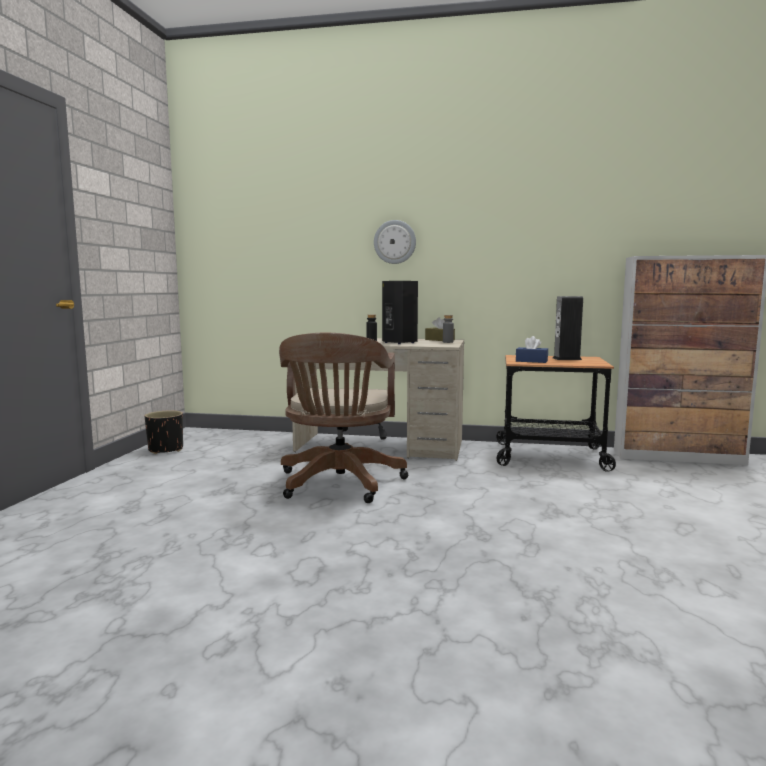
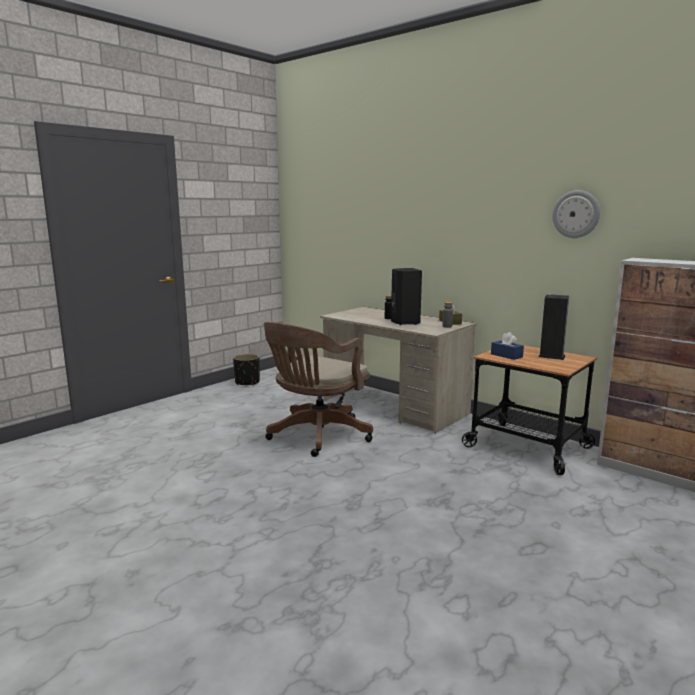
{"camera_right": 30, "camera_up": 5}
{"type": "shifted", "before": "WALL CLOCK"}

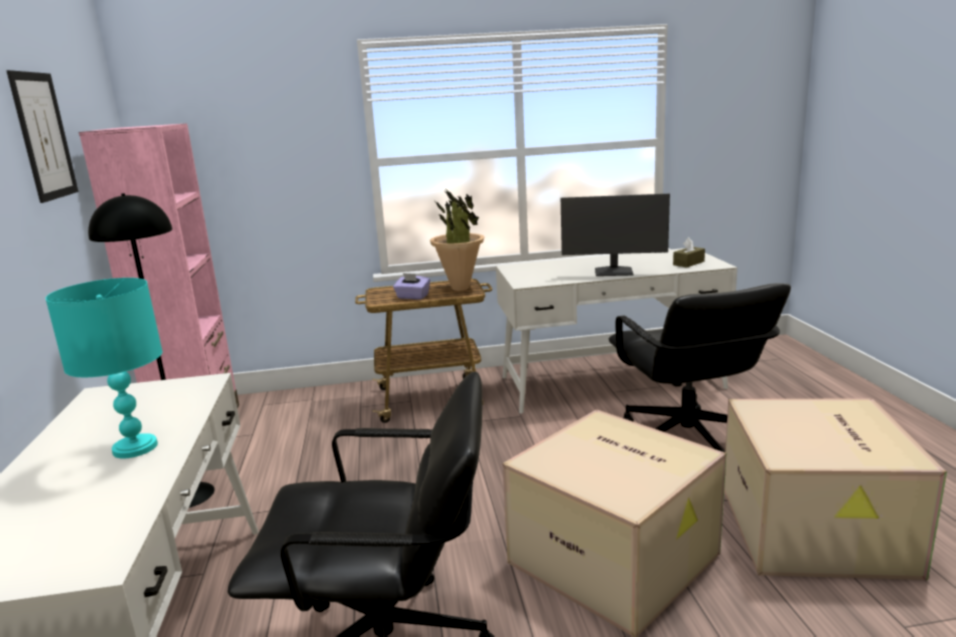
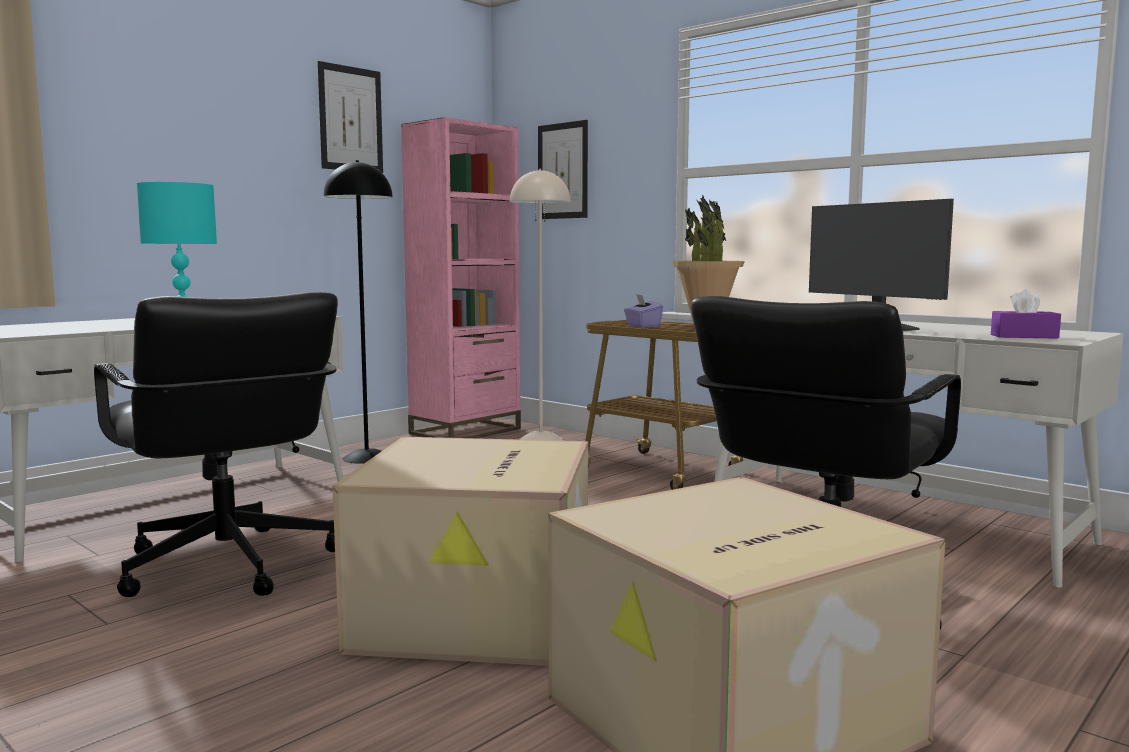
{"camera_right": 50, "camera_up": -10}
{"type": "new", "after": "BEIGE FLOOR LAMP"}
{"type": "new", "after": "PICTURE (no. 2 from left)"}
{"type": "repainted", "before": "BROWN TISSUE BOX", "after": "PURPLE TISSUE BOX (no. 2 from left)"}

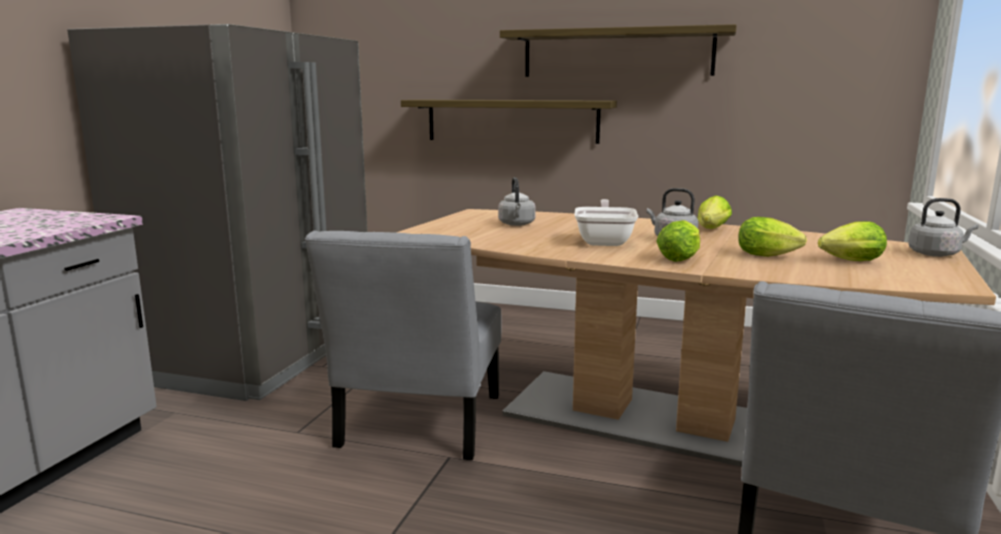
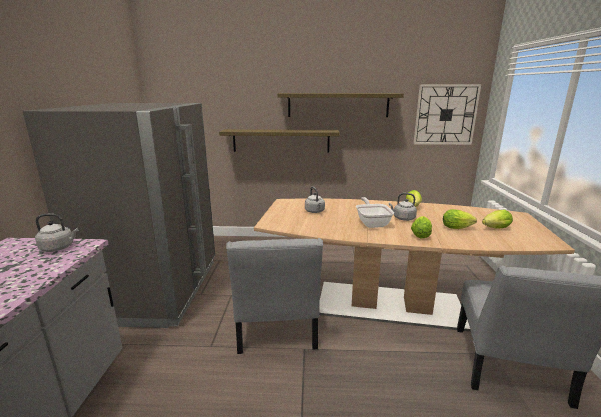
{"camera_right": -15, "camera_up": 5}
{"type": "shifted", "before": "GREY KETTLE (no. 3 from left in the first image)", "after": "GREY KETTLE (no. 1 from left)"}
{"type": "new", "after": "WALL CLOCK"}

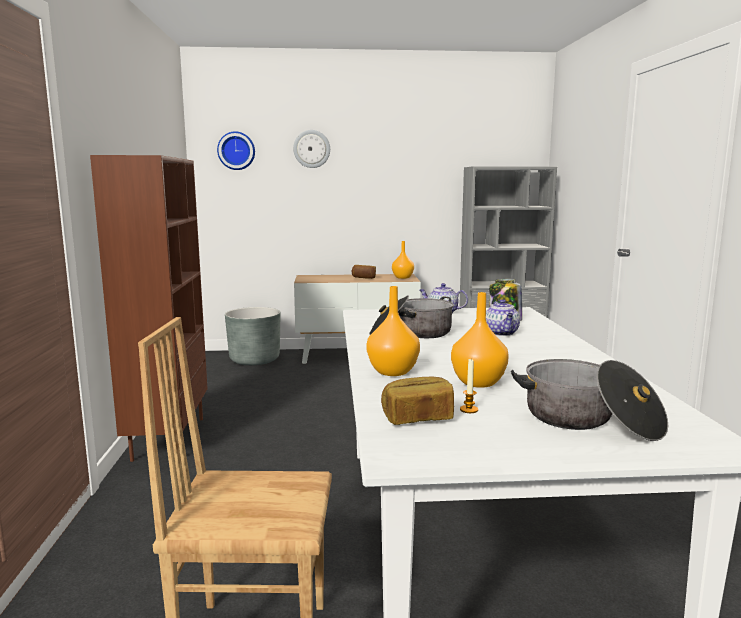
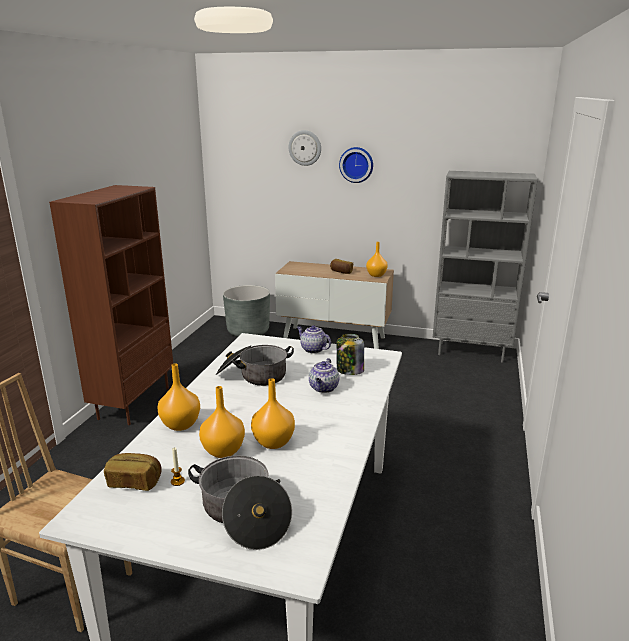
{"camera_right": 20, "camera_up": 10}
{"type": "new", "after": "ORANGE VASE (no. 3 from left)"}
{"type": "shifted", "before": "WALL CLOCK (no. 1 from left in the first image)", "after": "WALL CLOCK (no. 2 from left)"}

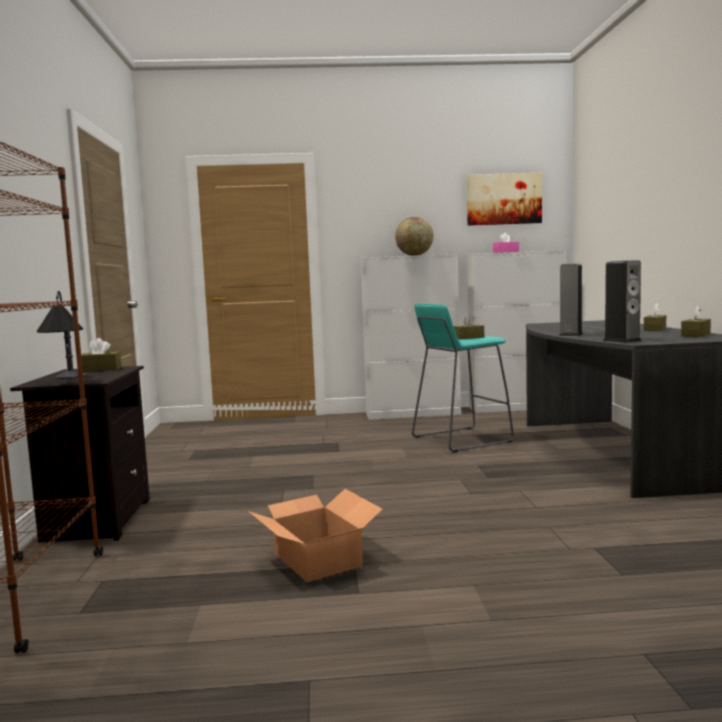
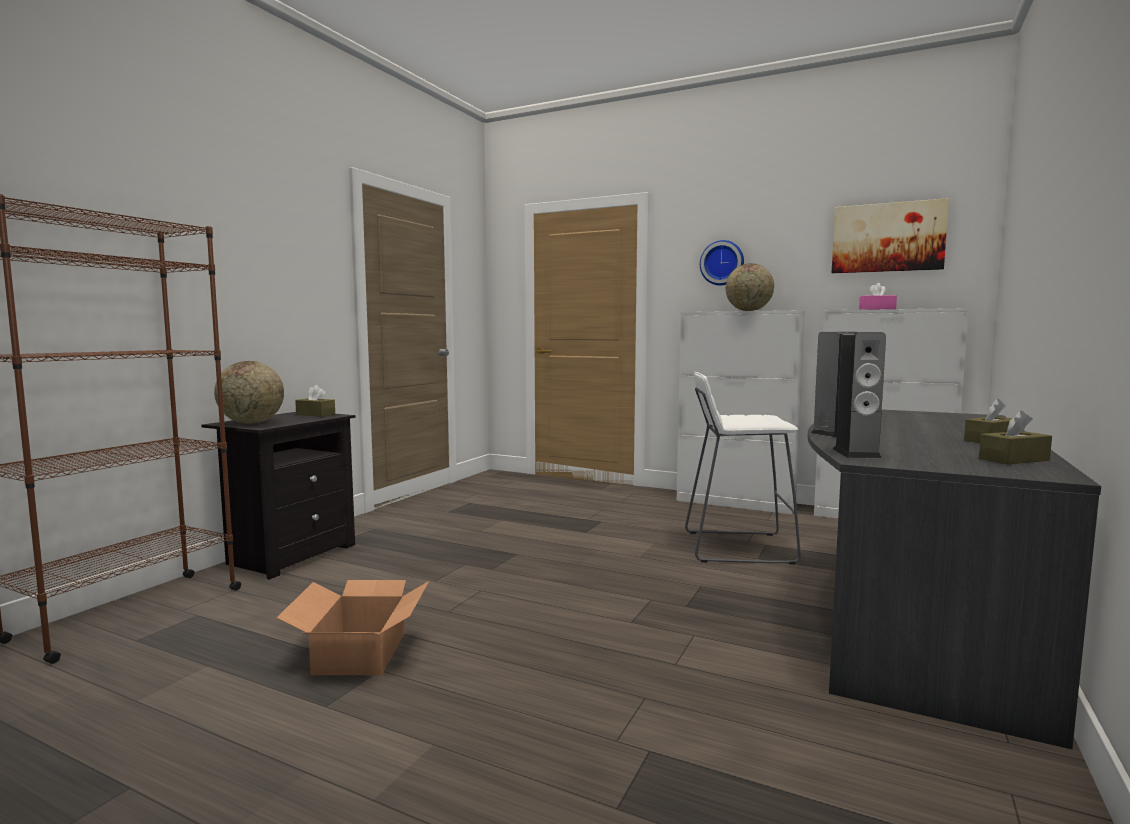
{"camera_right": 30, "camera_up": 0}
{"type": "swapped", "before": "TABLE LAMP", "after": "GLOBE (no. 1 from left)"}
{"type": "repainted", "before": "TURQUOISE STOOL", "after": "WHITE STOOL"}
{"type": "new", "after": "WALL CLOCK"}
{"type": "gone", "before": "BROWN TISSUE BOX (no. 2 from left)"}

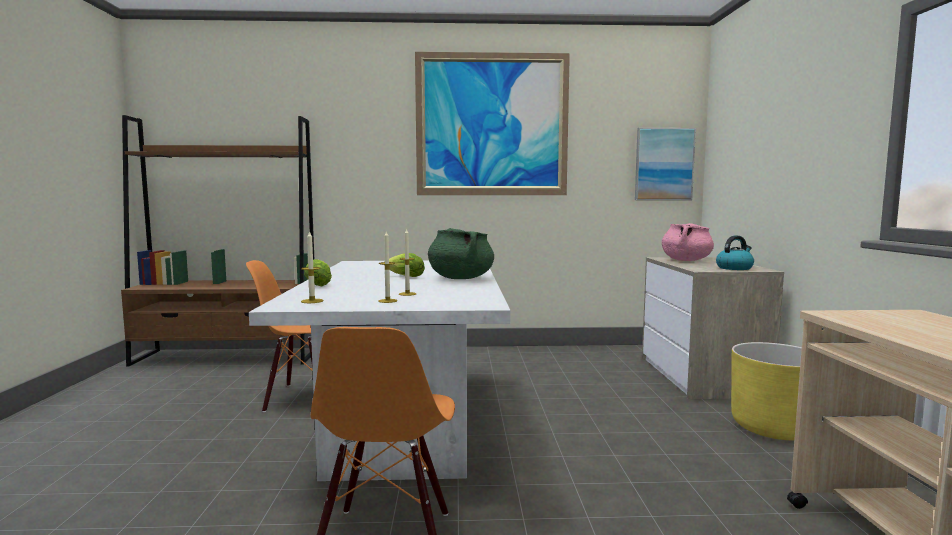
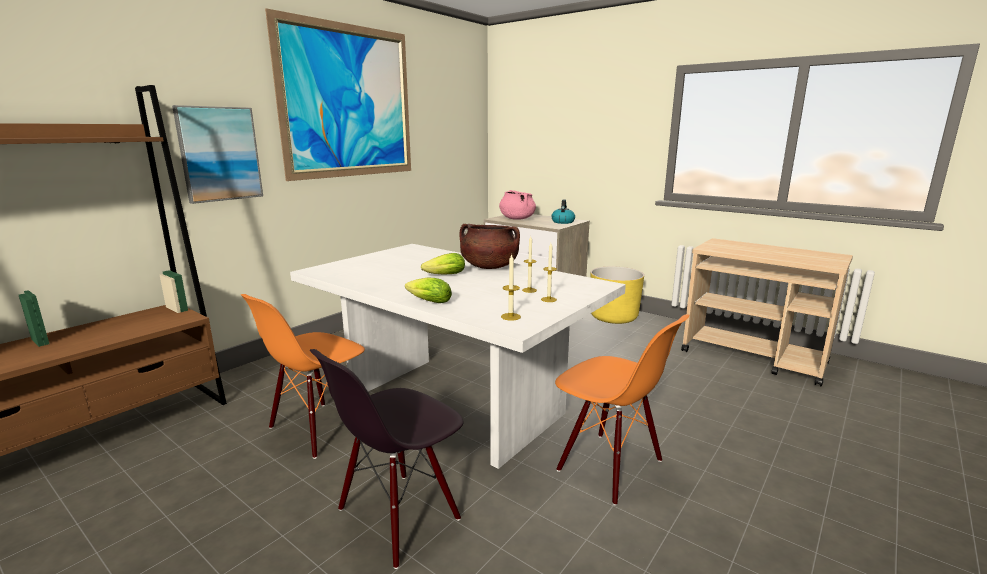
{"camera_right": -50, "camera_up": 10}
{"type": "shifted", "before": "PICTURE (no. 2 from left in the first image)", "after": "PICTURE (no. 1 from left)"}
{"type": "new", "after": "BLACK CHAIR"}
{"type": "repainted", "before": "GREEN COOKING POT", "after": "BROWN COOKING POT"}

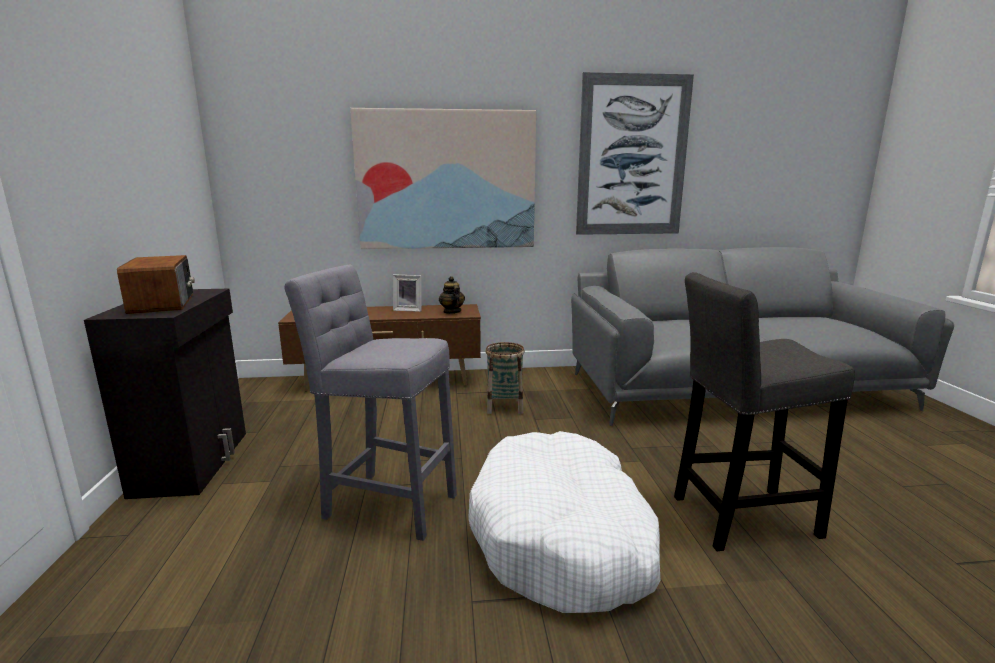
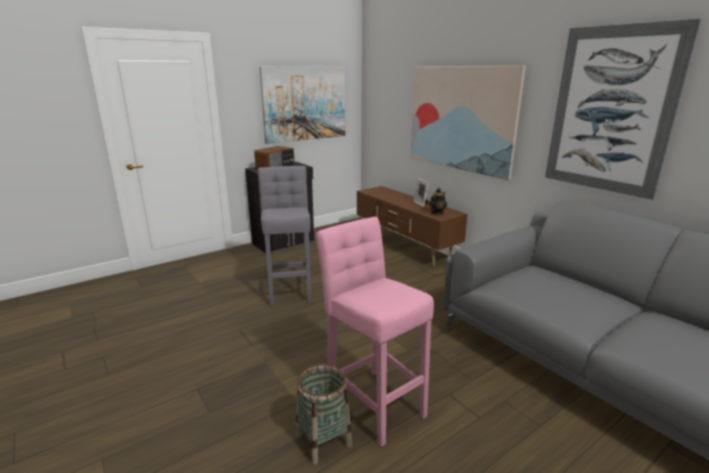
{"camera_right": 60, "camera_up": 5}
{"type": "new", "after": "PICTURE (no. 1 from left)"}
{"type": "shifted", "before": "BASKET"}
{"type": "repainted", "before": "GREY STOOL (no. 2 from left)", "after": "PINK STOOL"}
{"type": "gone", "before": "WHITE DOG BED"}

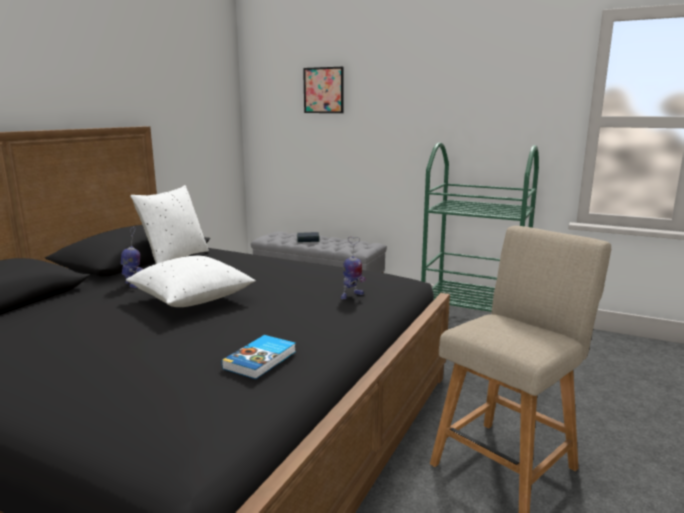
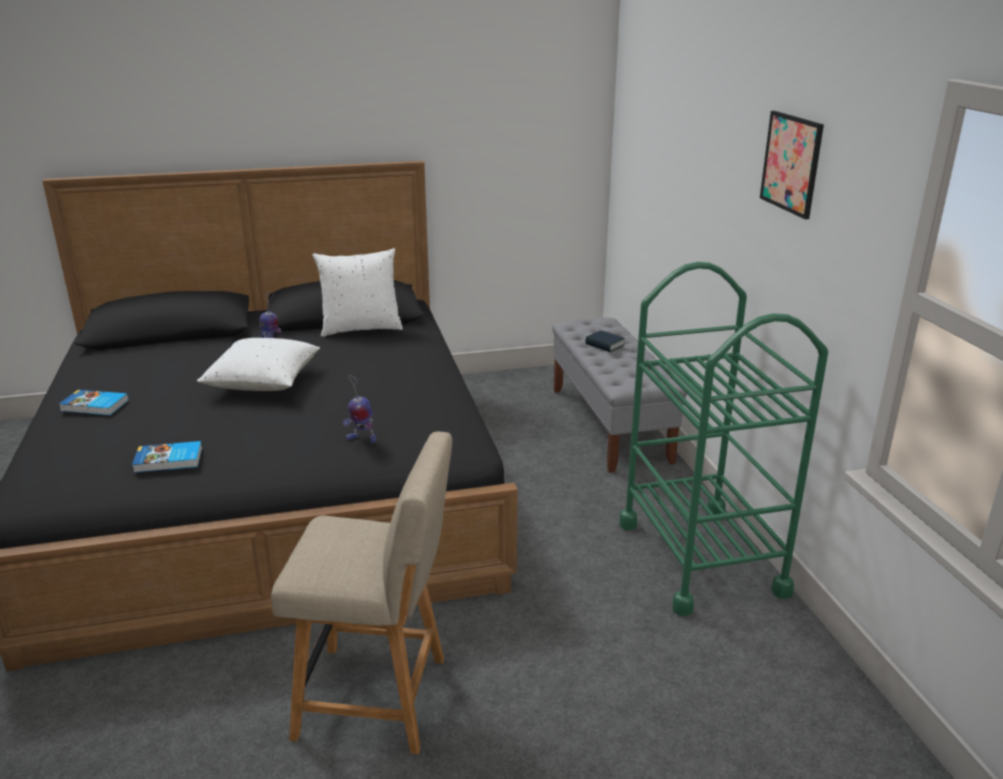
{"camera_right": 50, "camera_up": 10}
{"type": "new", "after": "BOOK (no. 1 from left)"}
{"type": "shifted", "before": "PICTURE"}

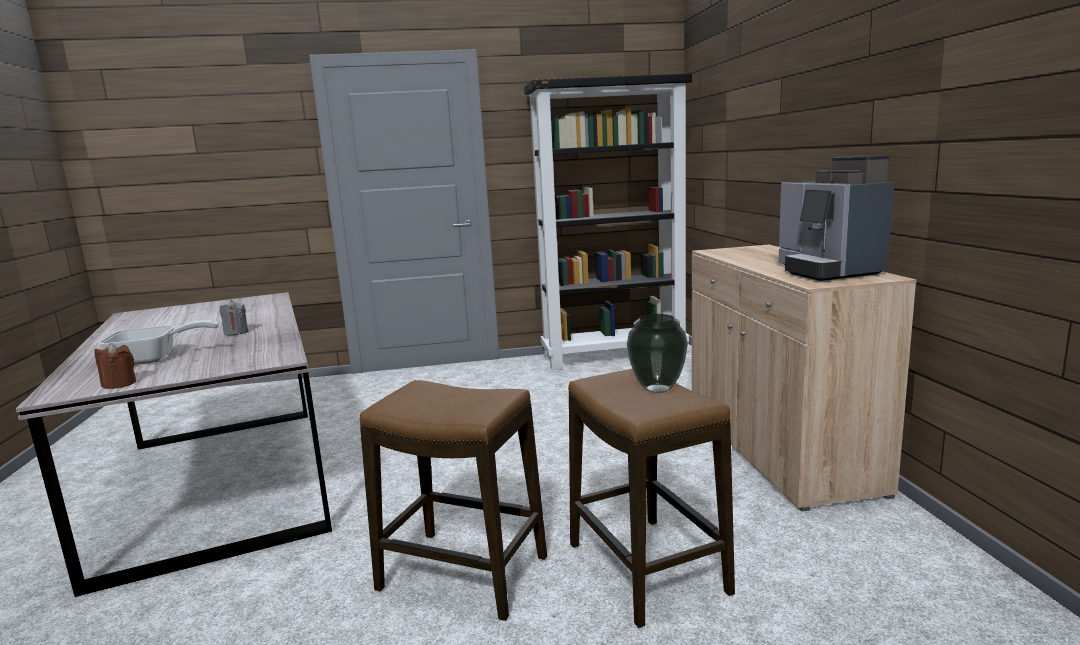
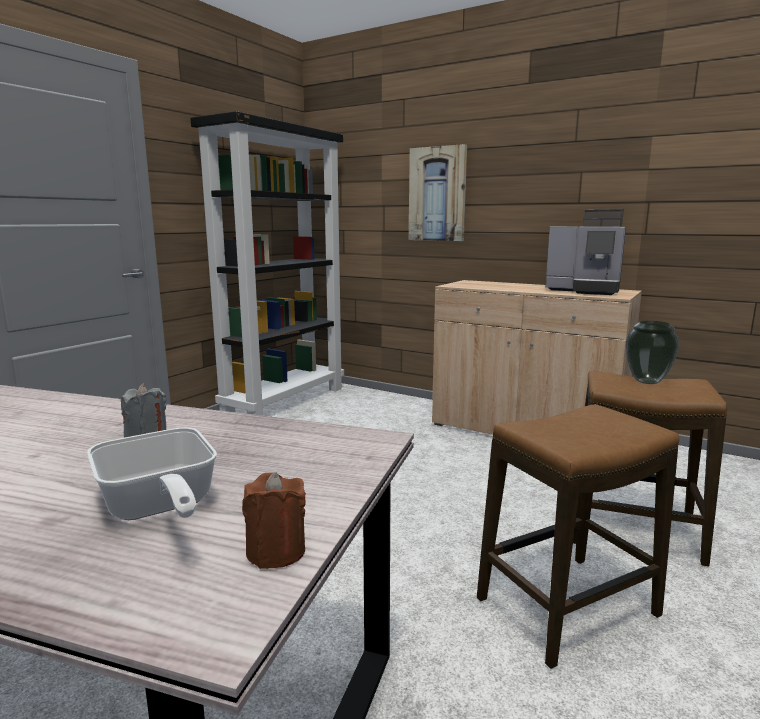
{"camera_right": -50, "camera_up": 0}
{"type": "rotated", "before": "FRYING PAN", "turn": 120}
{"type": "new", "after": "PICTURE"}

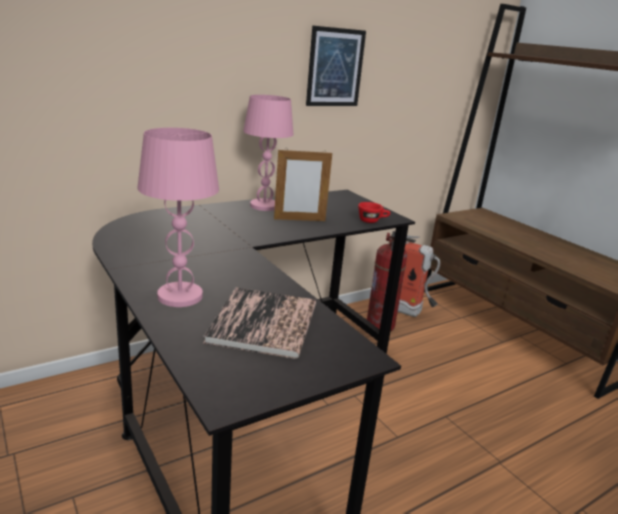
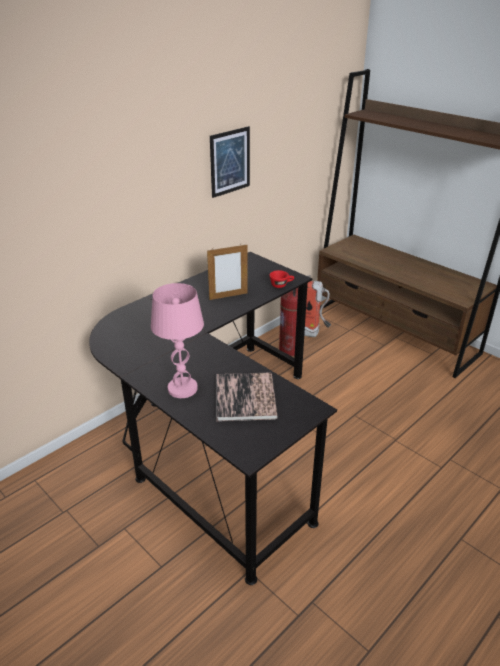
{"camera_right": -10, "camera_up": 10}
{"type": "gone", "before": "PINK TABLE LAMP (no. 2 from left)"}

